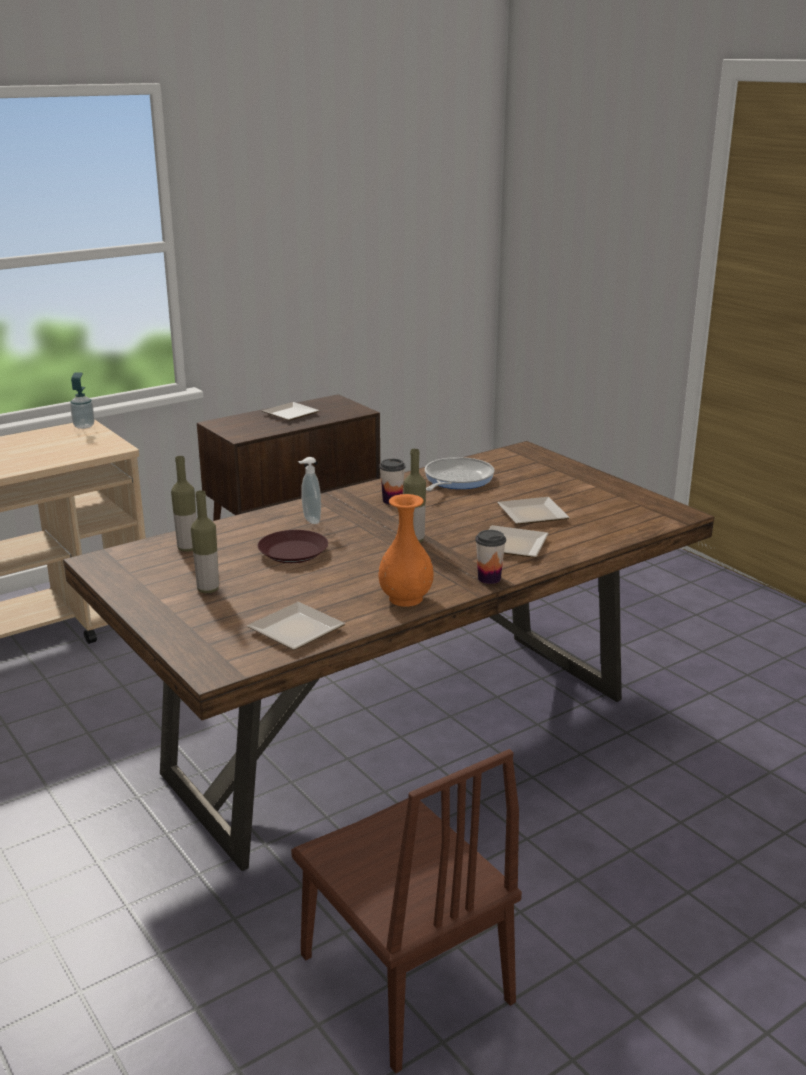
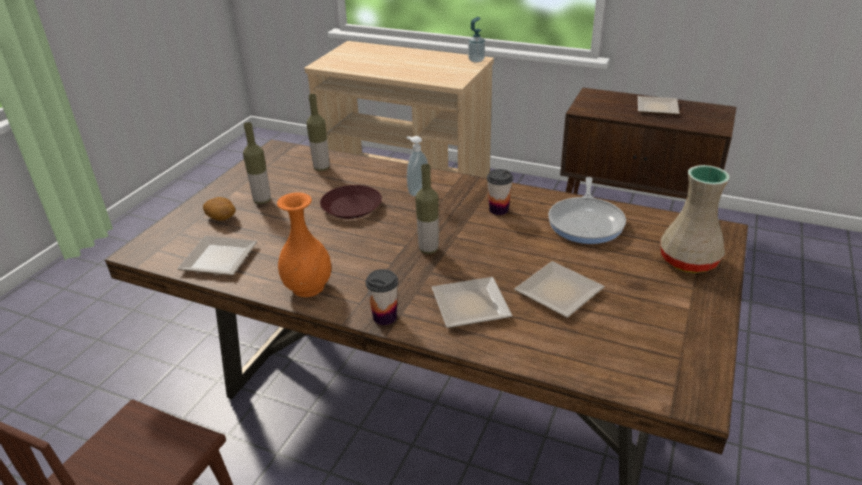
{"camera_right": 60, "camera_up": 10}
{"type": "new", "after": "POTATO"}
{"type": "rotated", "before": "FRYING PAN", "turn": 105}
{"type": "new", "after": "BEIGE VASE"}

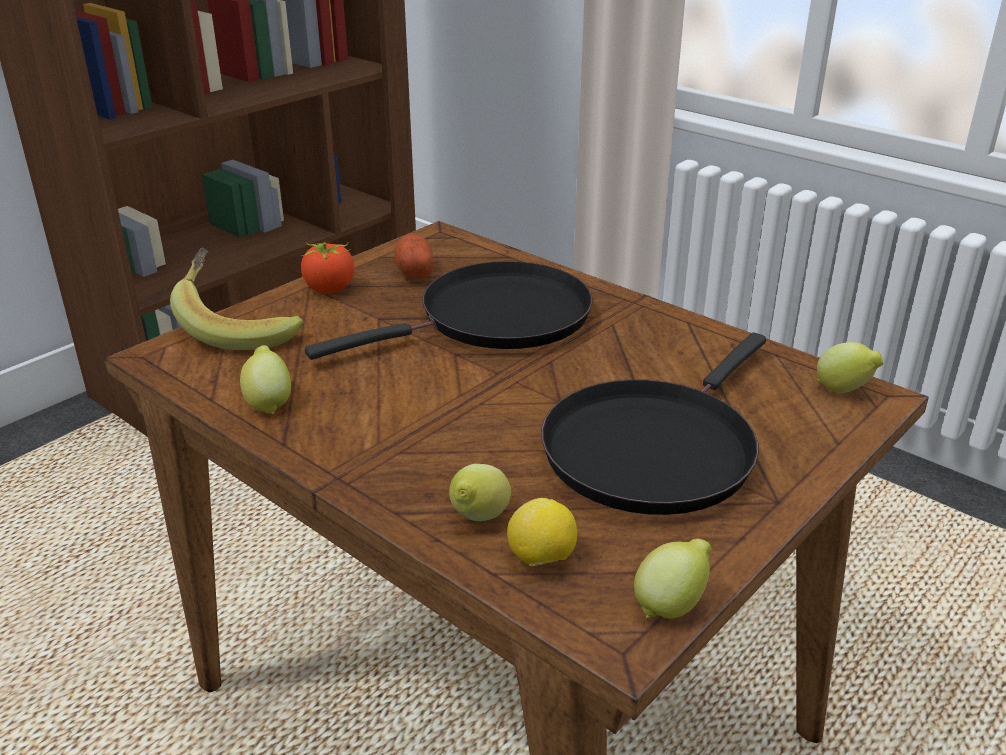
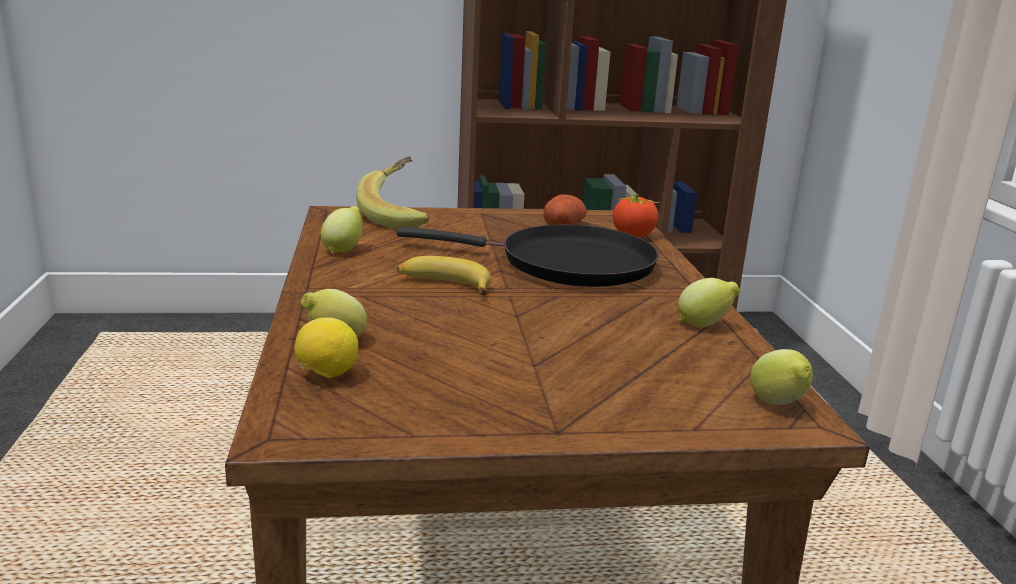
{"camera_right": 40, "camera_up": -10}
{"type": "new", "after": "BANANA (no. 2 from left)"}
{"type": "shifted", "before": "TOMATO"}
{"type": "shifted", "before": "LEMON (no. 4 from left)"}
{"type": "gone", "before": "BLACK FRYING PAN (no. 2 from left)"}

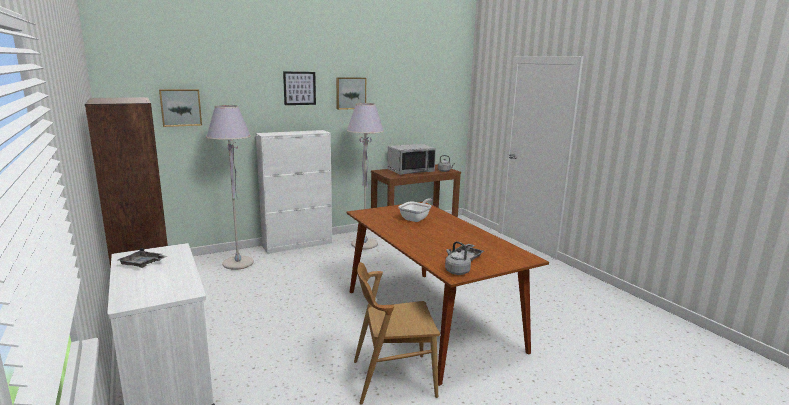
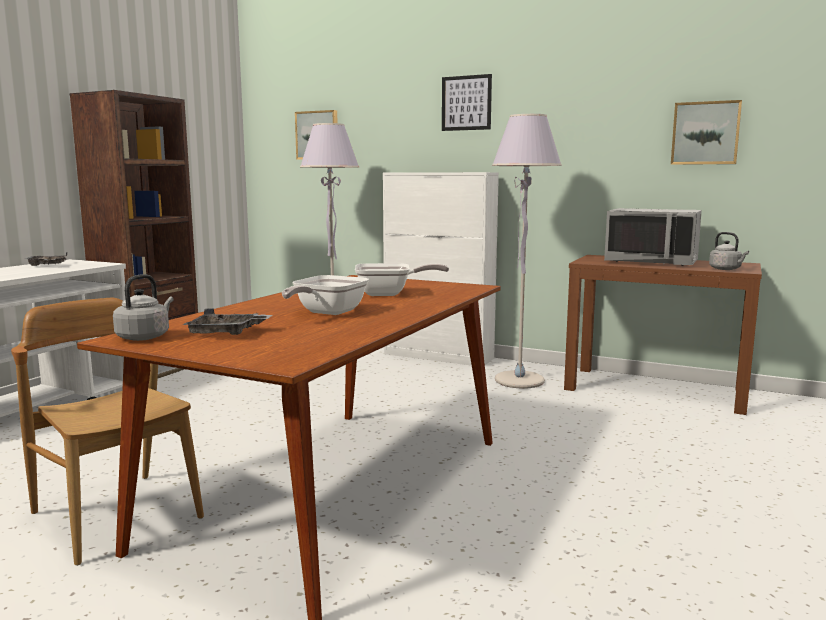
{"camera_right": 55, "camera_up": -5}
{"type": "new", "after": "FRYING PAN (no. 1 from left)"}
{"type": "shifted", "before": "PICTURE (no. 3 from left)"}

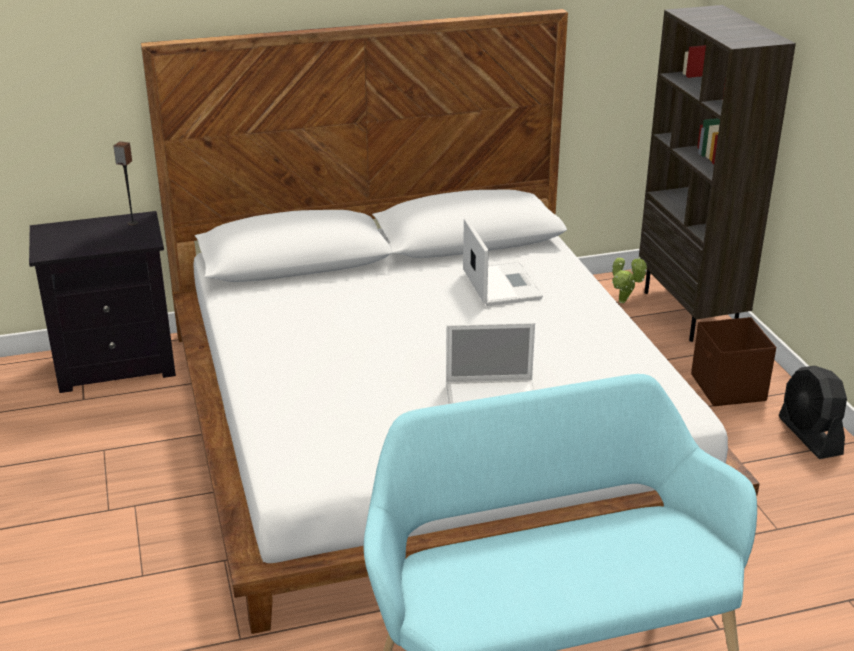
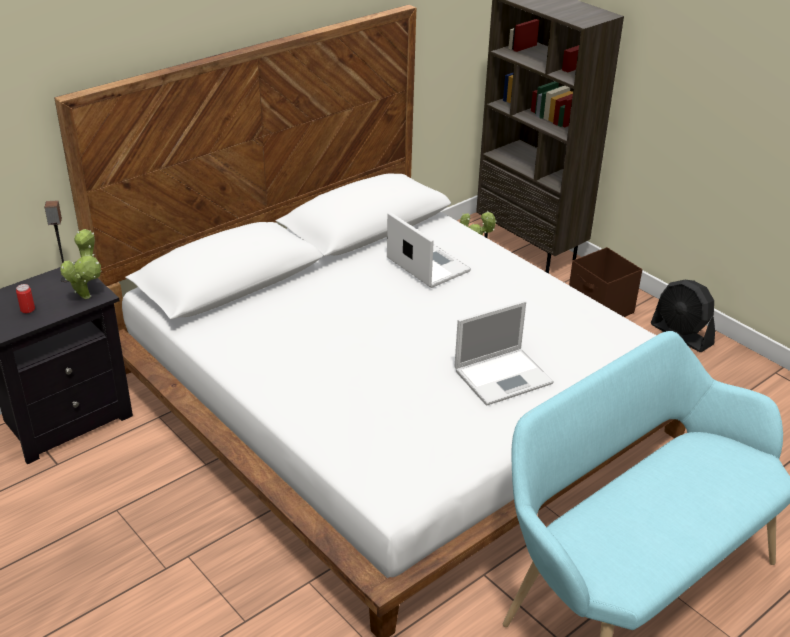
{"camera_right": -25, "camera_up": 5}
{"type": "new", "after": "CAN"}
{"type": "new", "after": "POTTED PLANT (no. 1 from left)"}

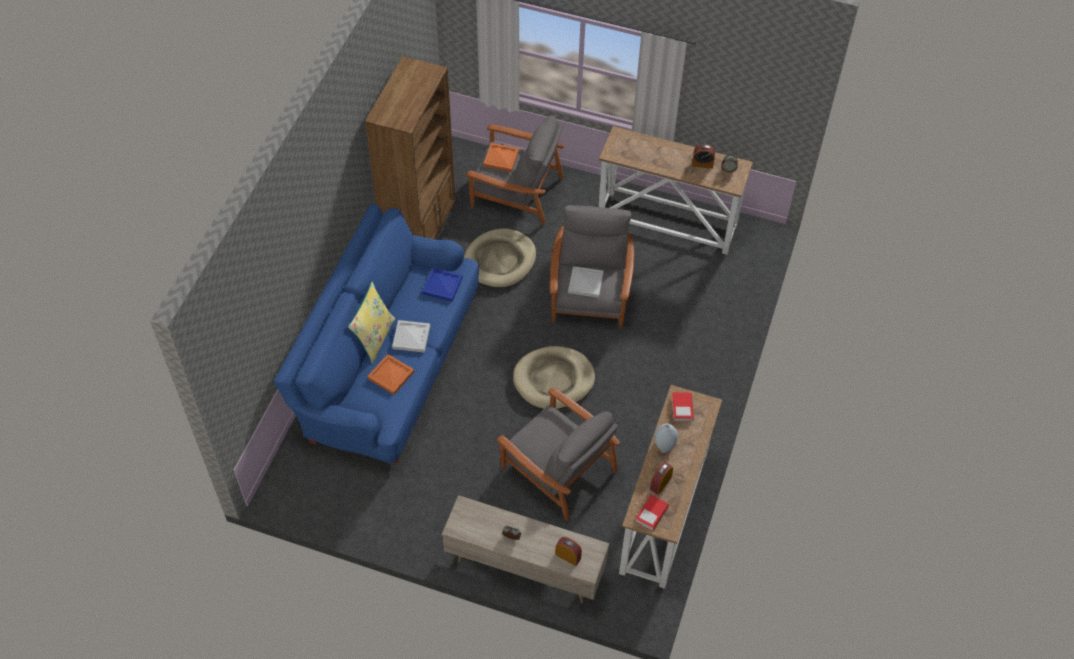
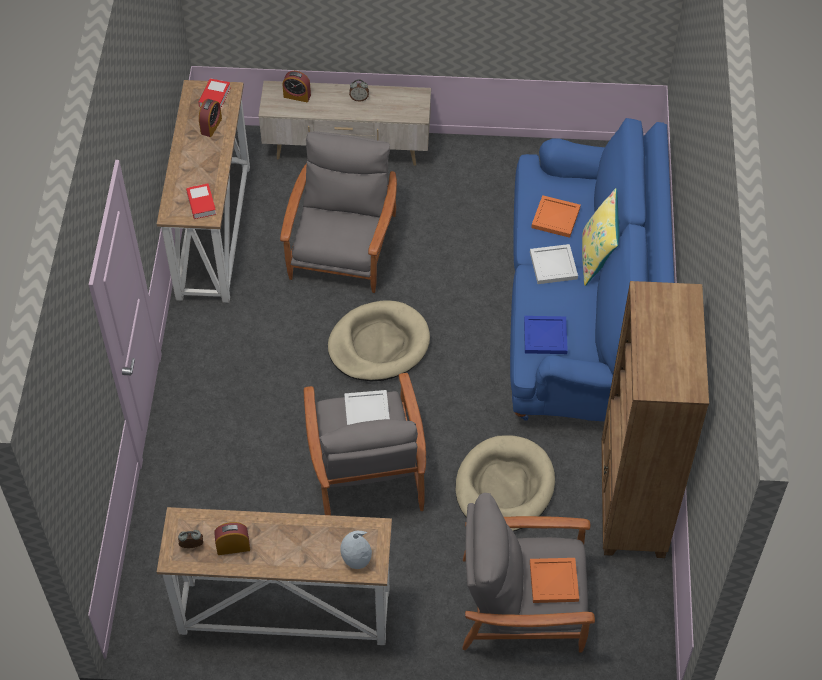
{"camera_right": 165, "camera_up": 0}
{"type": "rotated", "before": "GREY ARMCHAIR (no. 2 from left in the first image)", "turn": 75}
{"type": "shifted", "before": "GREY VASE"}

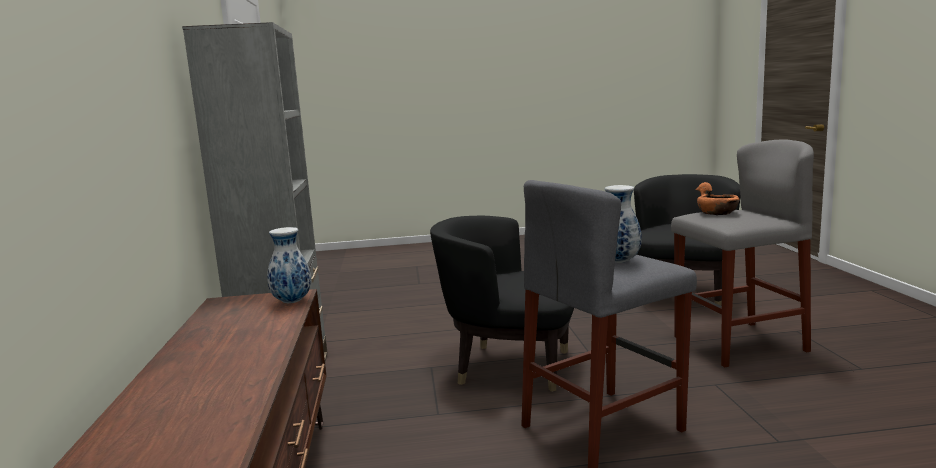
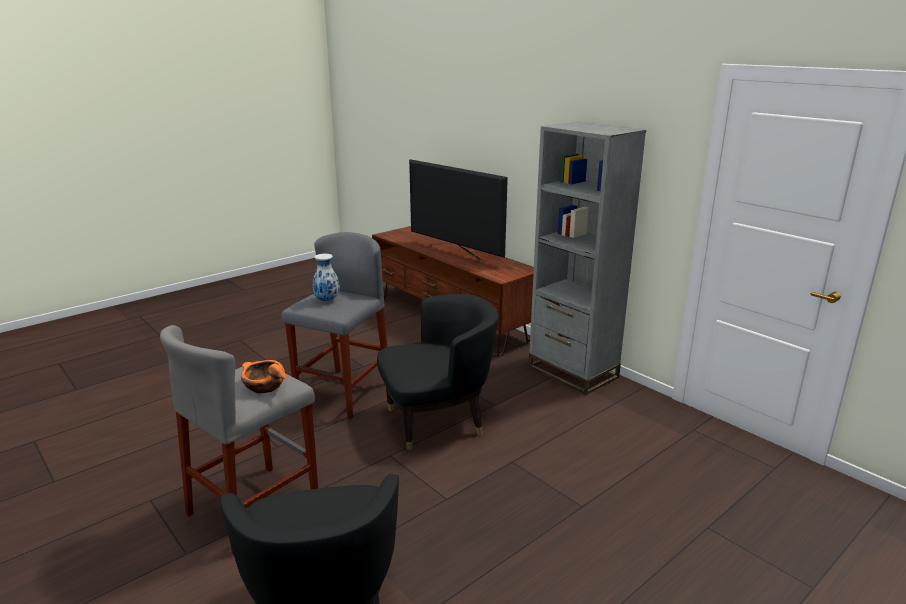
{"camera_right": 145, "camera_up": 10}
{"type": "new", "after": "TELEVISION"}
{"type": "gone", "before": "VASE (no. 1 from left)"}

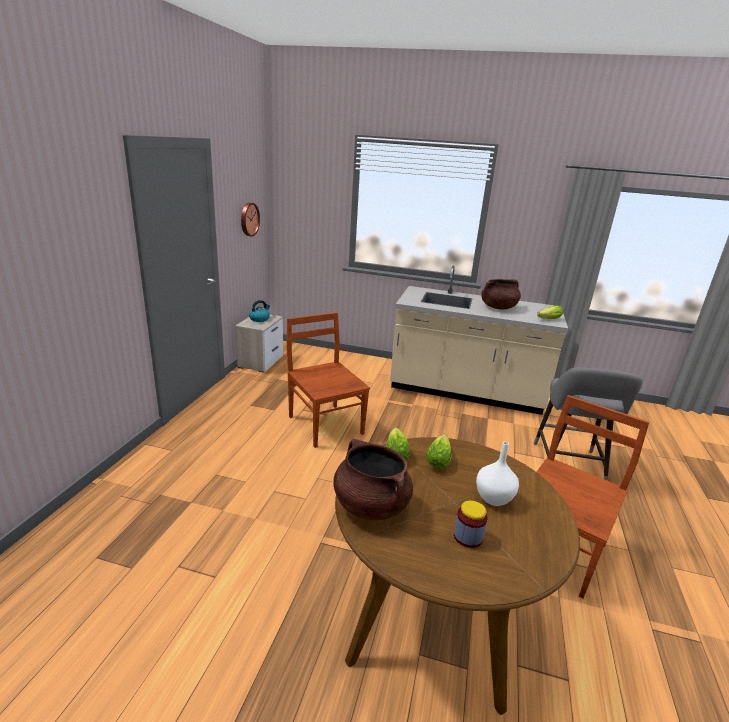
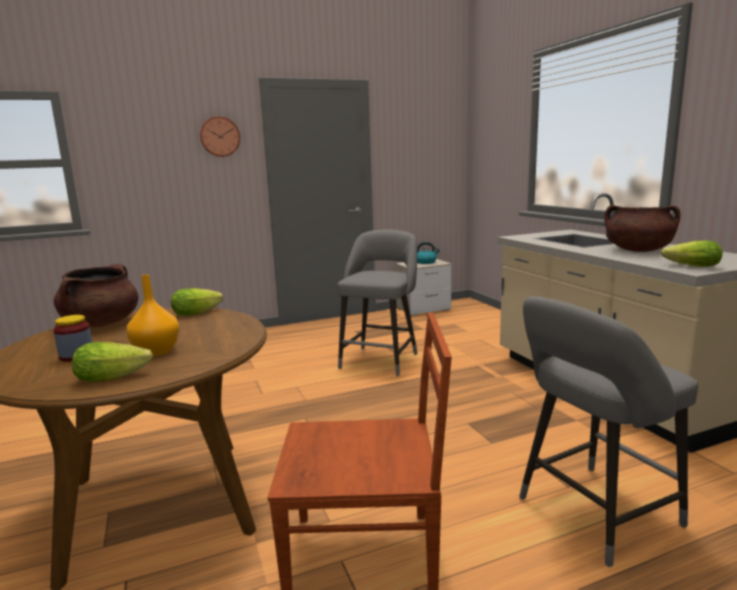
{"camera_right": 55, "camera_up": -10}
{"type": "shifted", "before": "LETTUCE (no. 2 from left in the first image)", "after": "LETTUCE (no. 1 from left)"}
{"type": "repainted", "before": "WHITE VASE", "after": "ORANGE VASE"}
{"type": "shifted", "before": "WALL CLOCK"}
{"type": "swapped", "before": "BROWN CHAIR (no. 1 from left)", "after": "GREY STOOL (no. 1 from left)"}

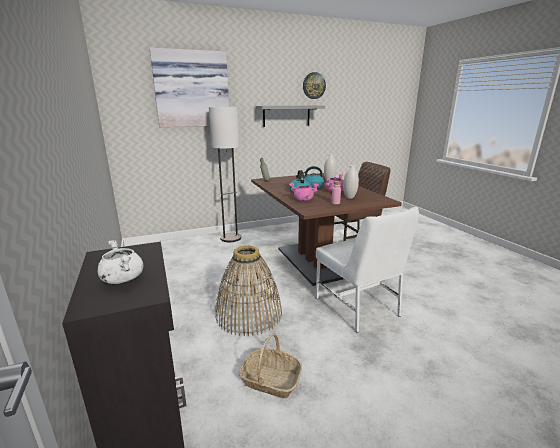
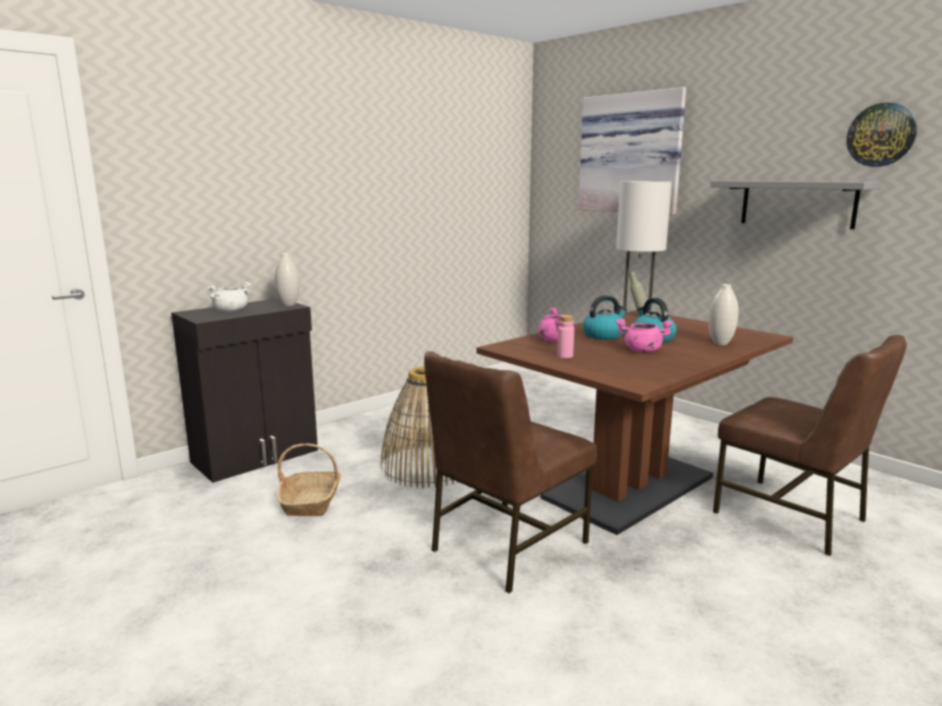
{"camera_right": 70, "camera_up": -5}
{"type": "shifted", "before": "WHITE VASE (no. 2 from left in the first image)", "after": "WHITE VASE (no. 1 from left)"}
{"type": "repainted", "before": "WHITE CHAIR", "after": "BROWN CHAIR (no. 1 from left)"}

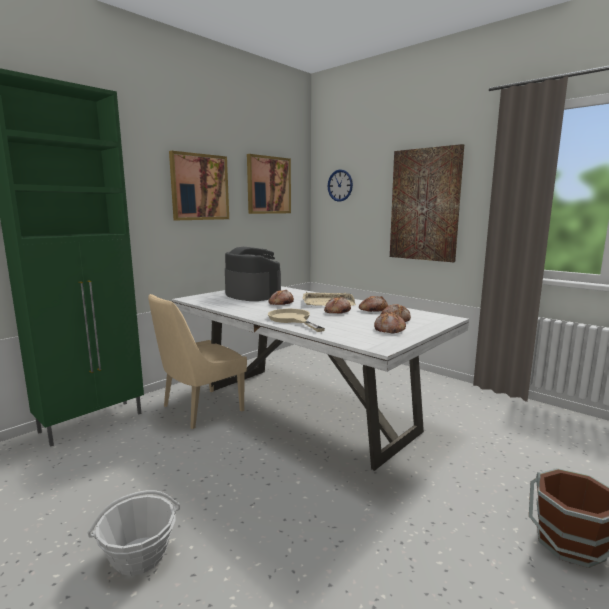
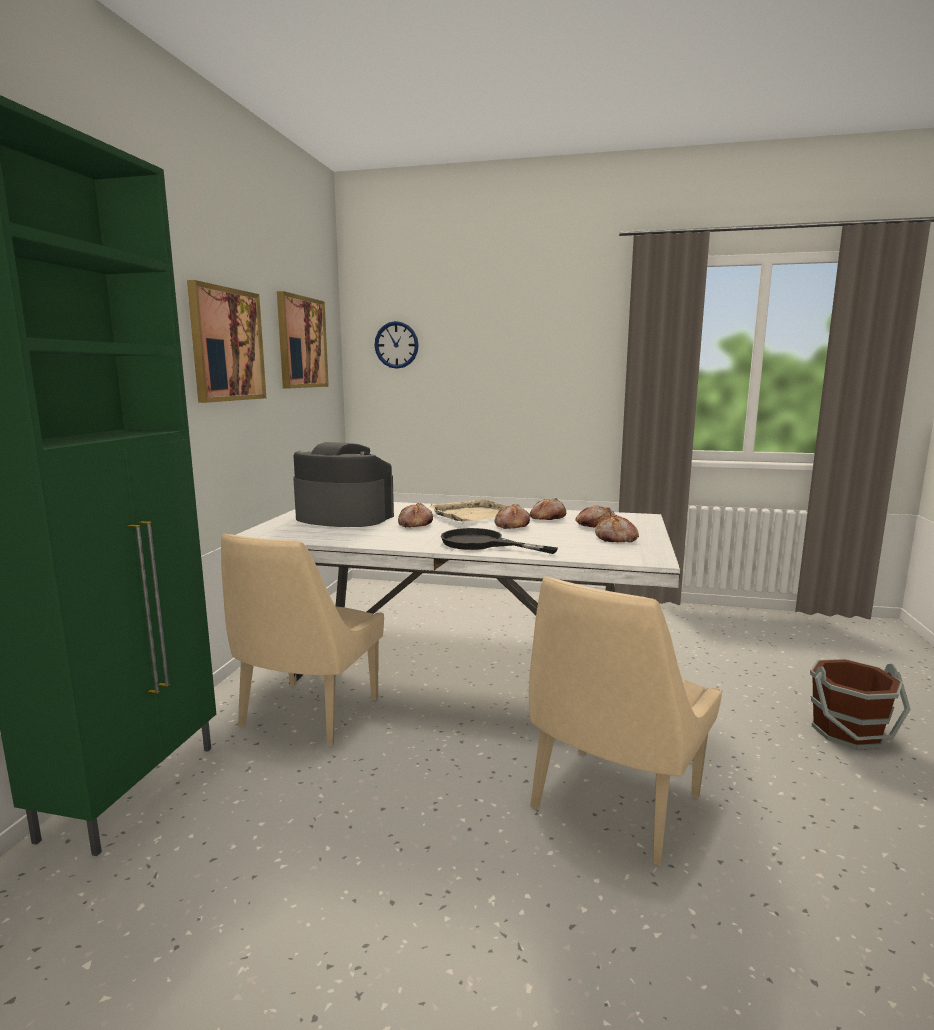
{"camera_right": -30, "camera_up": 0}
{"type": "repainted", "before": "BEIGE FRYING PAN", "after": "BLACK FRYING PAN"}
{"type": "new", "after": "BEIGE CHAIR (no. 2 from left)"}
{"type": "gone", "before": "BASKET"}
{"type": "gone", "before": "PICTURE (no. 3 from left)"}

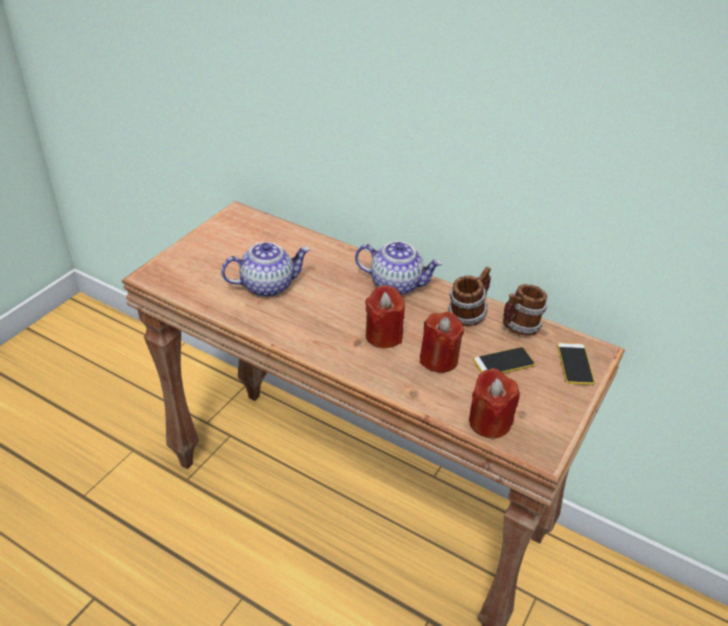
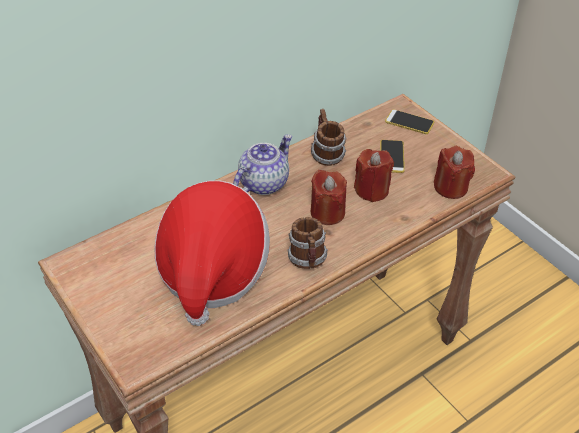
{"camera_right": -65, "camera_up": 5}
{"type": "swapped", "before": "TEAPOT (no. 1 from left)", "after": "HAT"}
{"type": "shifted", "before": "MUG (no. 2 from left in the first image)", "after": "MUG (no. 1 from left)"}

